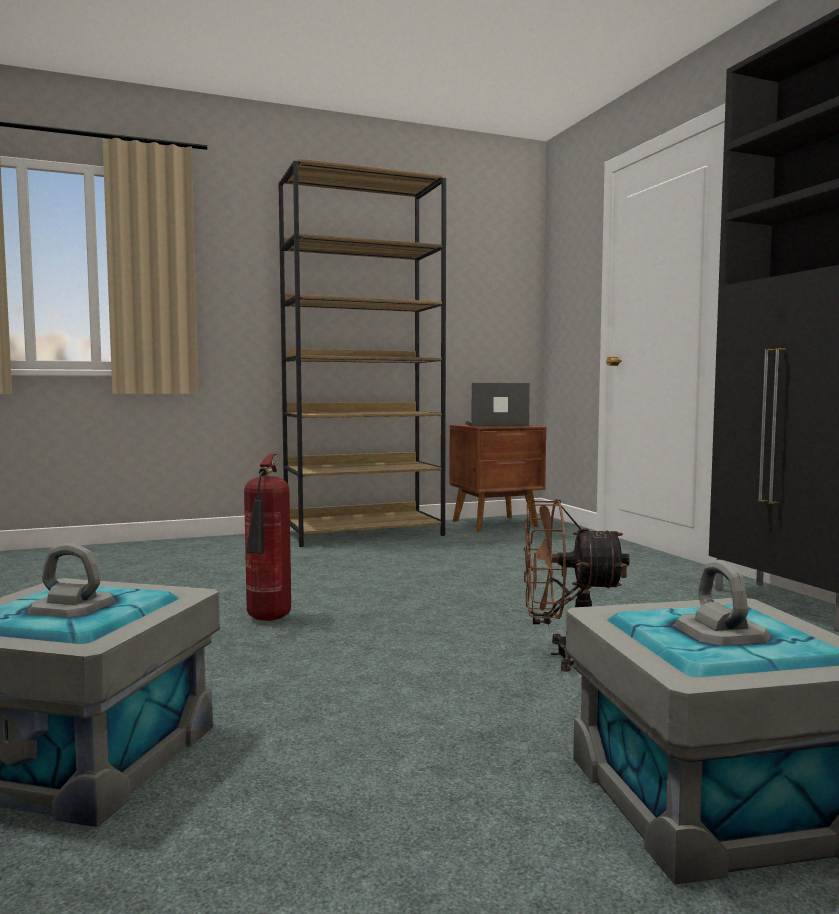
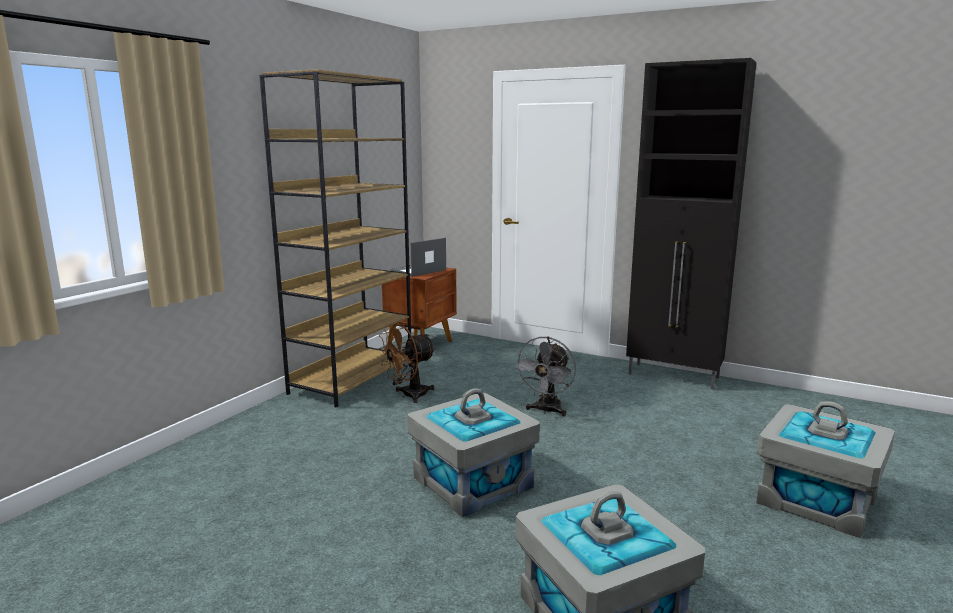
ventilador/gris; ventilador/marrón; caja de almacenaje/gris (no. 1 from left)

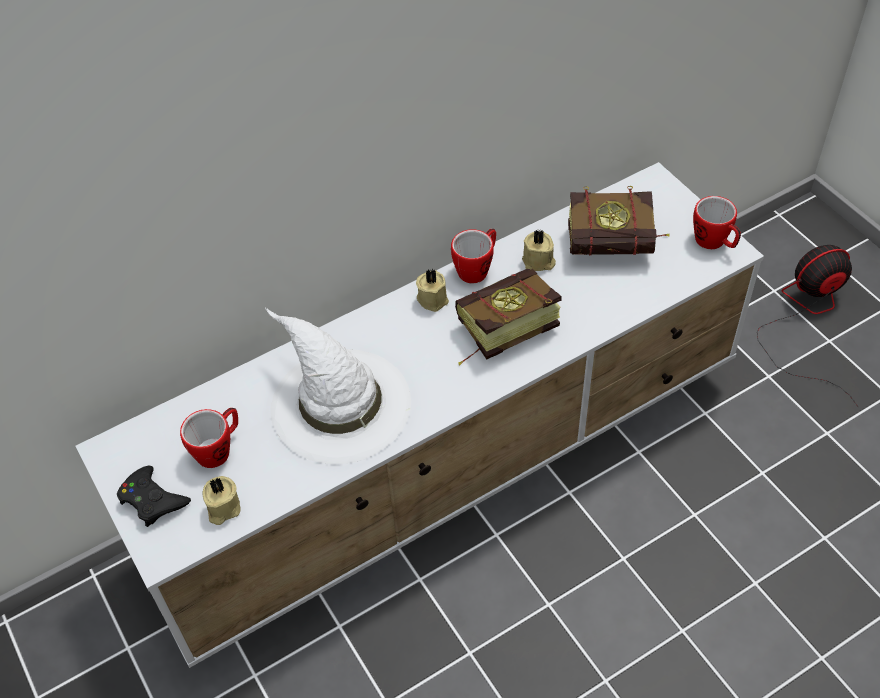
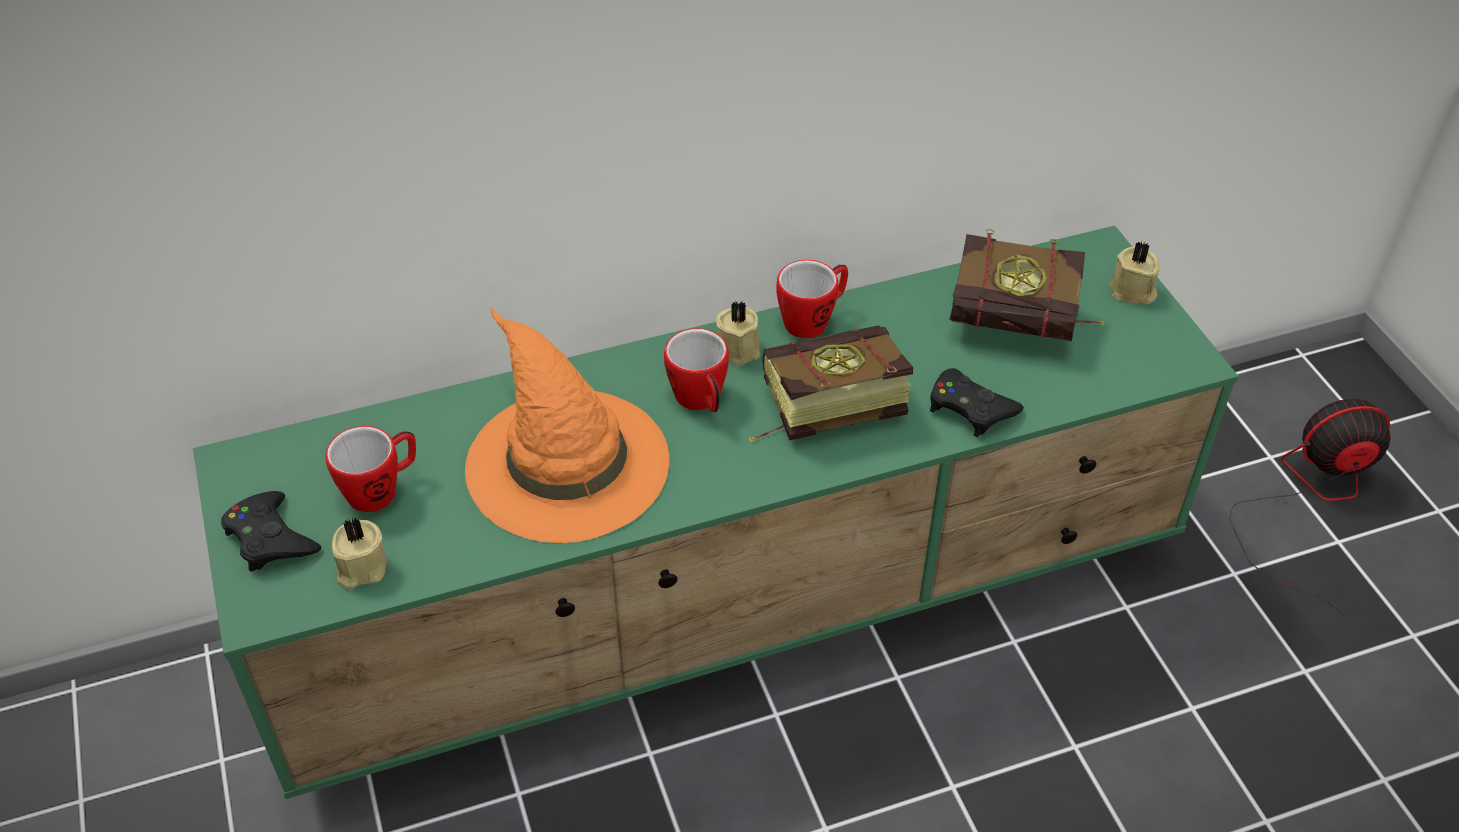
mando de consola/negro (no. 2 from left); vela/beis (no. 3 from left); taza grande (no. 2 from left); mueble de televisión/verde; sombrero/naranja

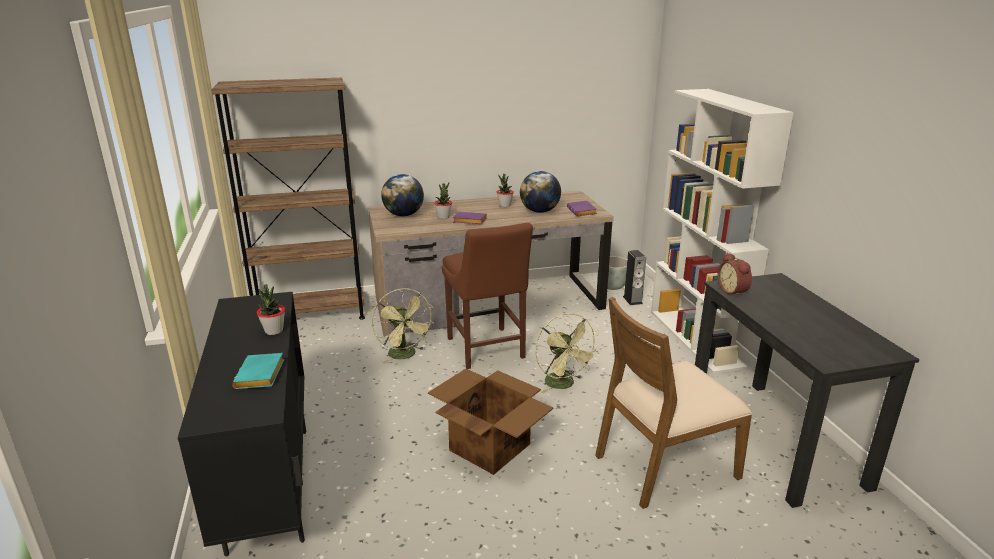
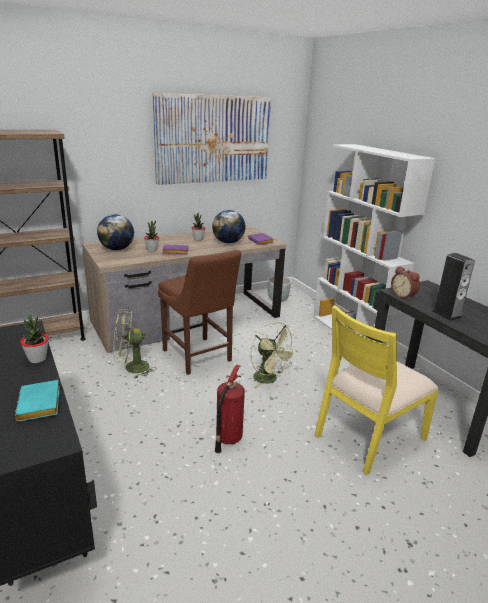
cuadro; altavoz; extintor; silla/amarillo; ventilador/verde (no. 1 from left)

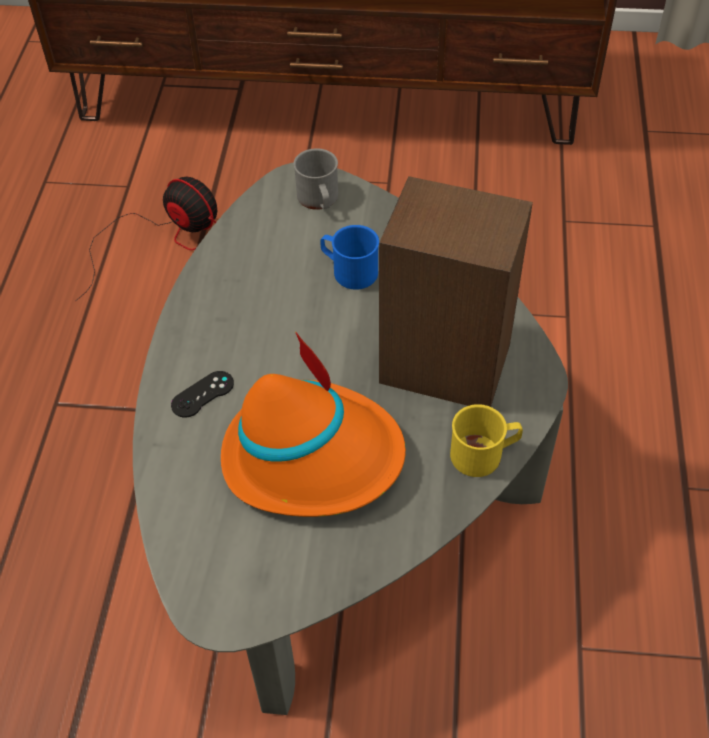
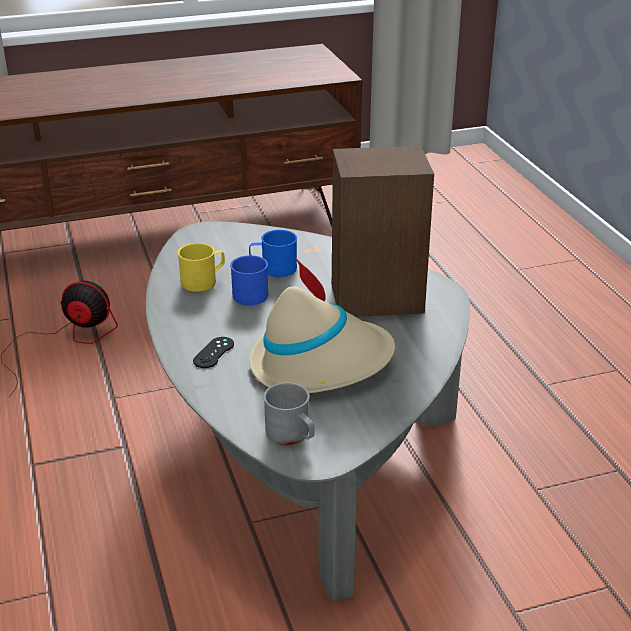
taza grande/azul (no. 1 from left); taza grande/gris; taza grande/amarillo; sombrero/beis

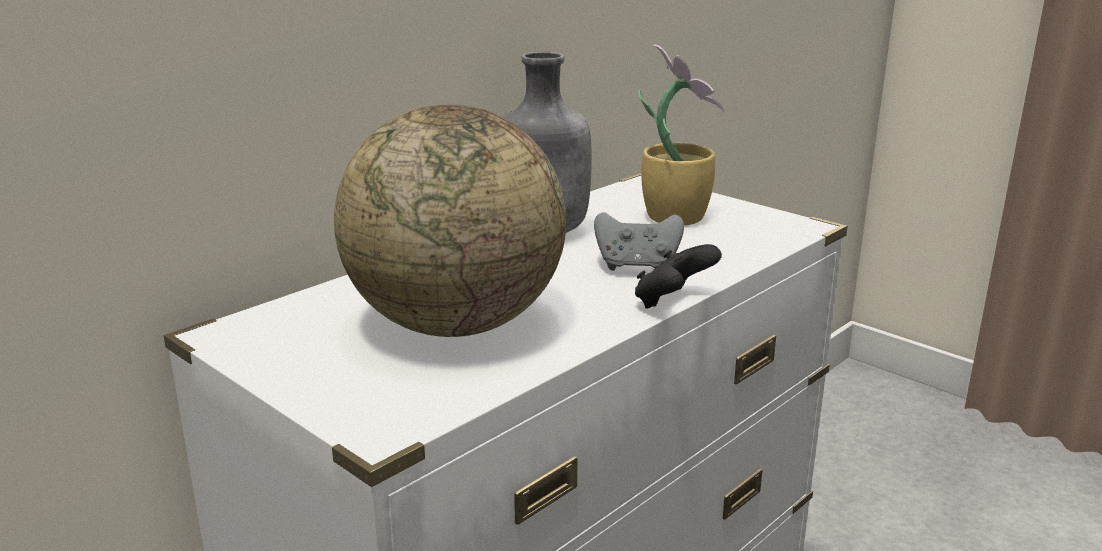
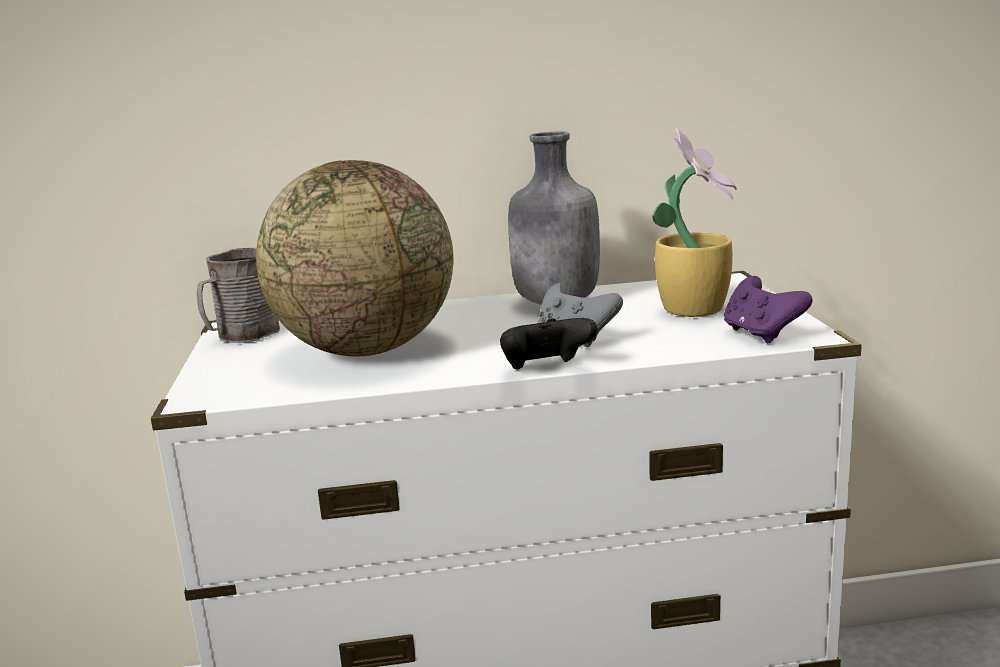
taza grande/gris; mando de consola/morado

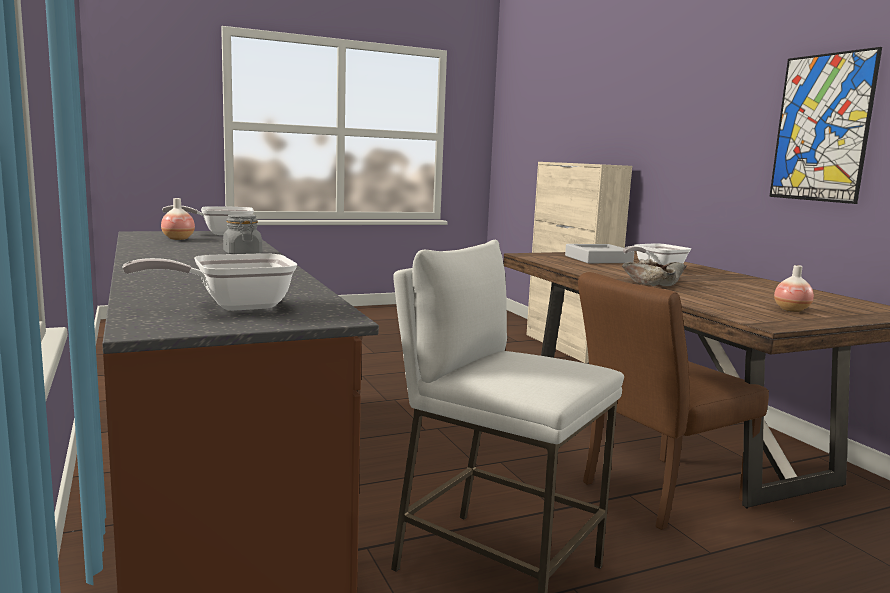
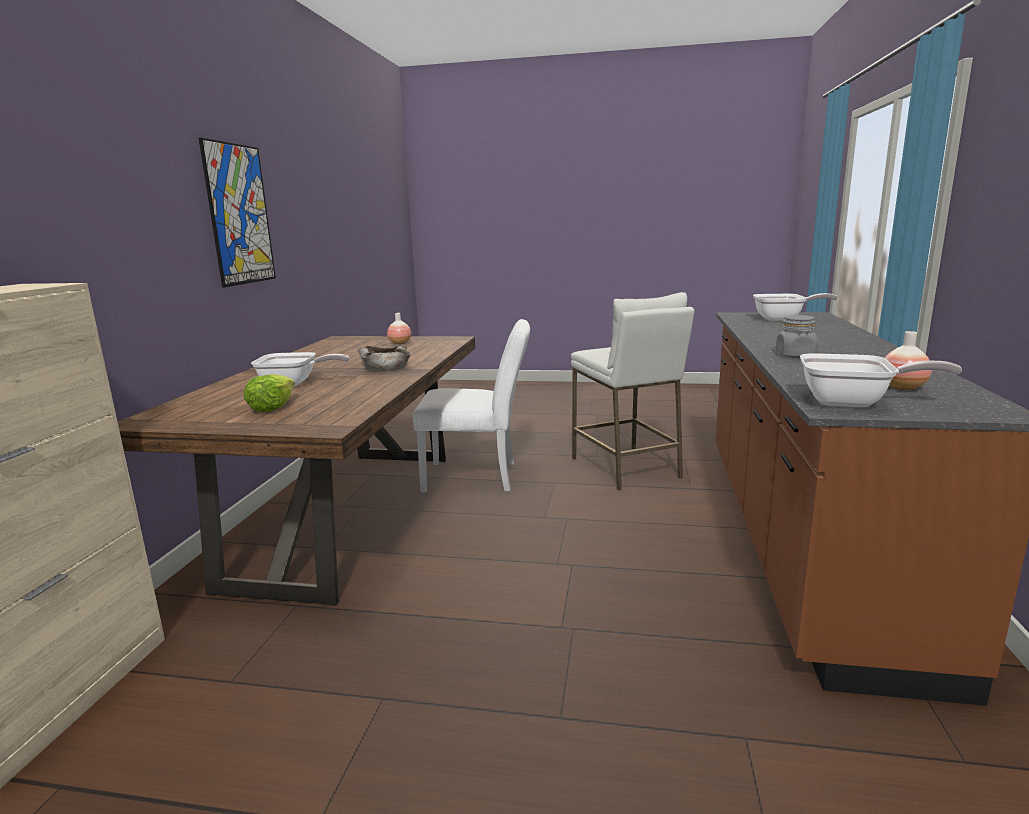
lechuga; silla/blanco

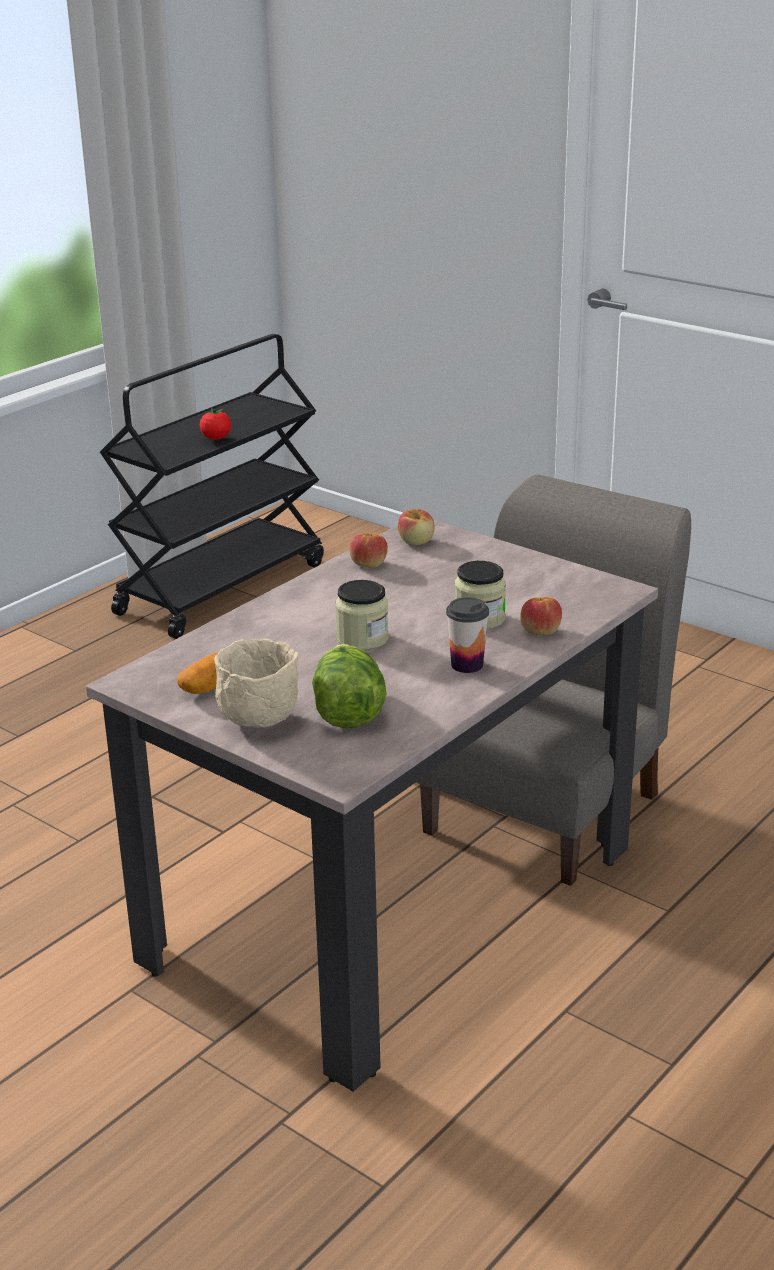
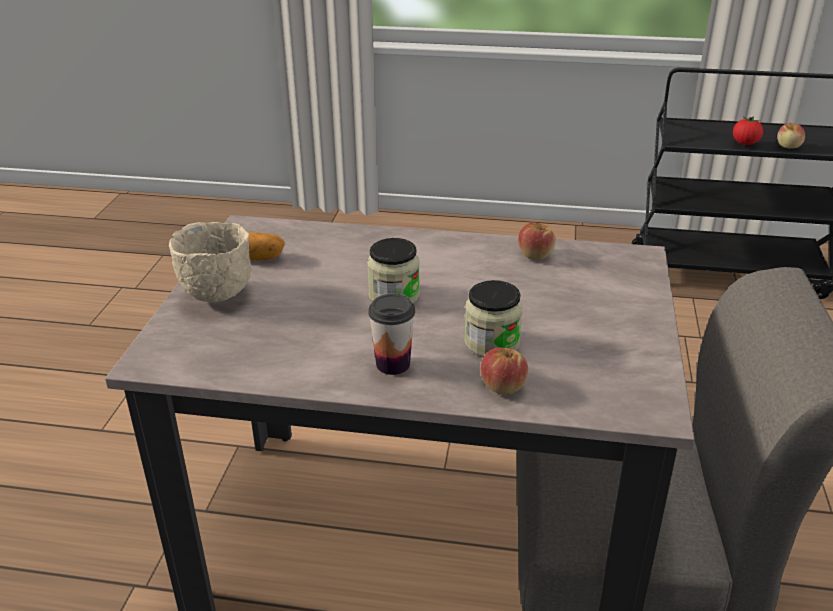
lechuga; manzana (no. 3 from left)

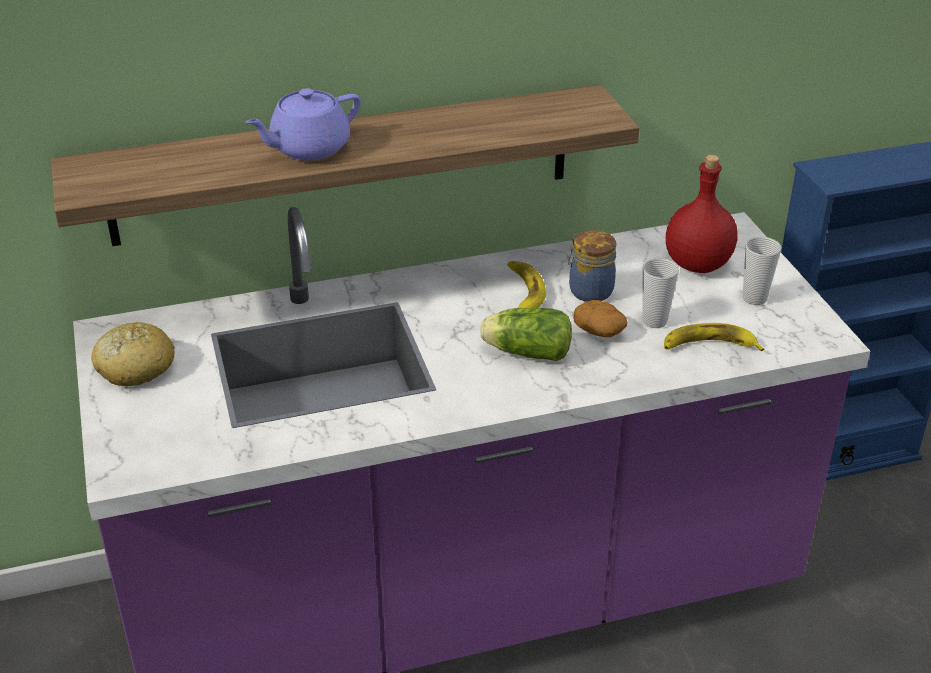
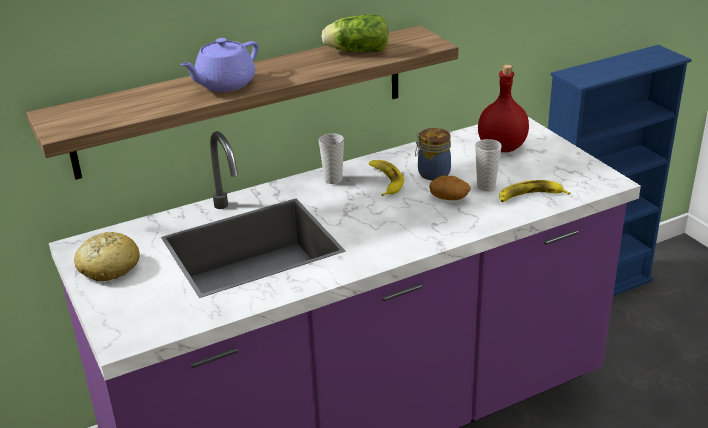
lechuga; taza (no. 1 from left)

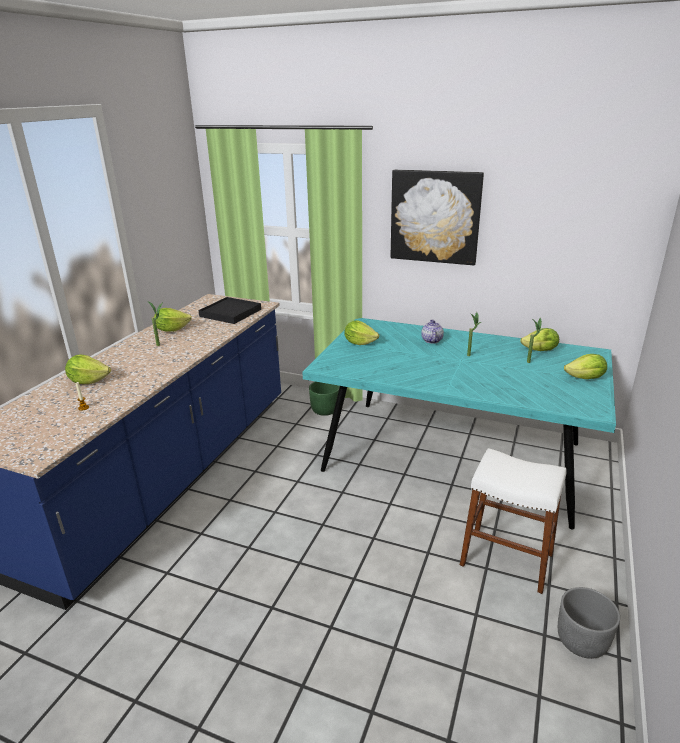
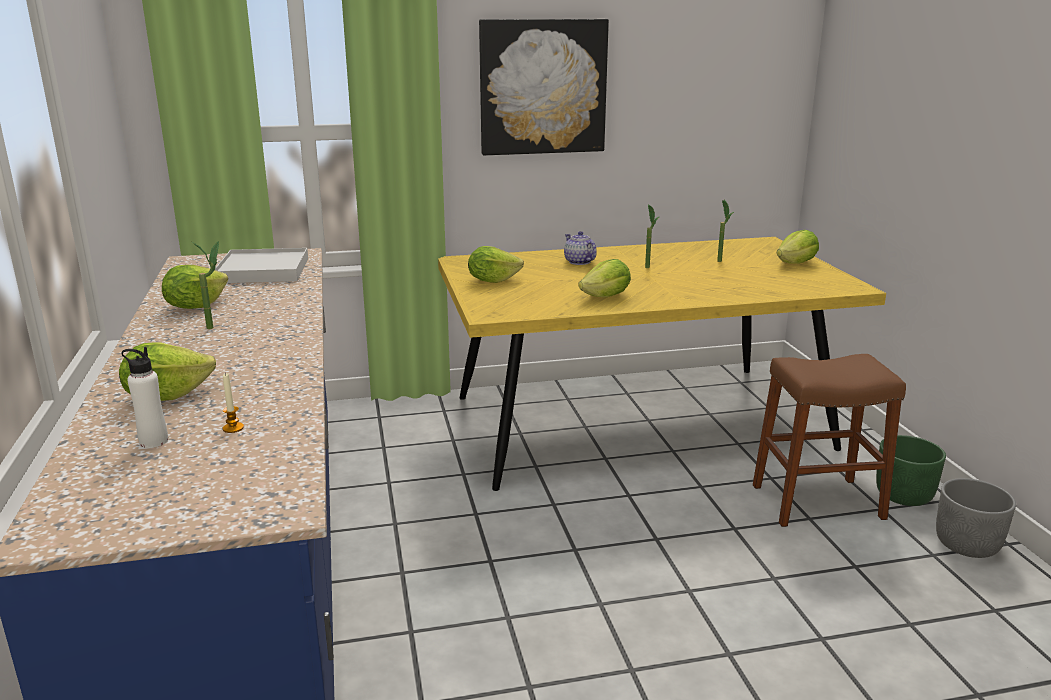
botella/blanco; maceta/verde; lechuga (no. 4 from left); bandeja/blanco; mesa de comedor/amarillo; taburete/marrón

